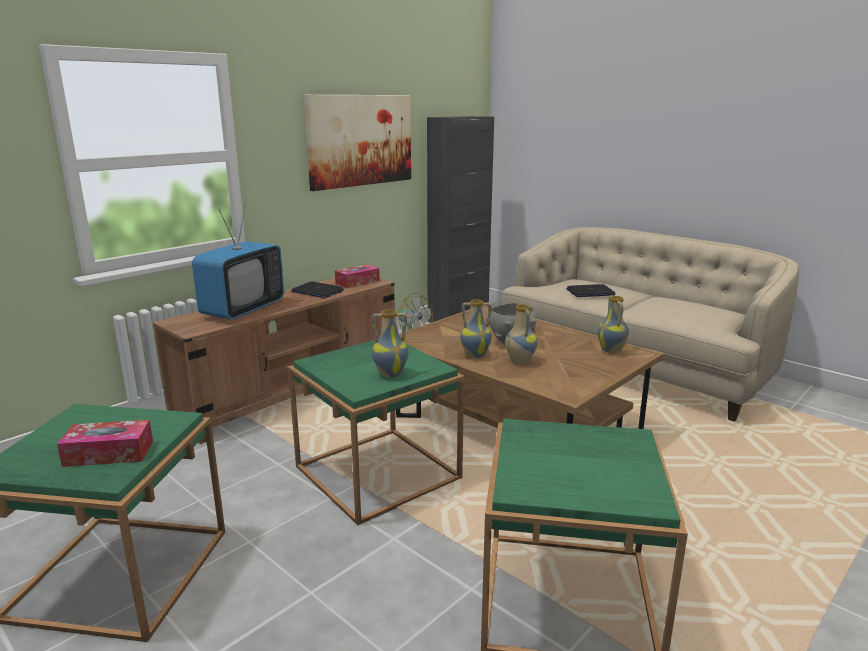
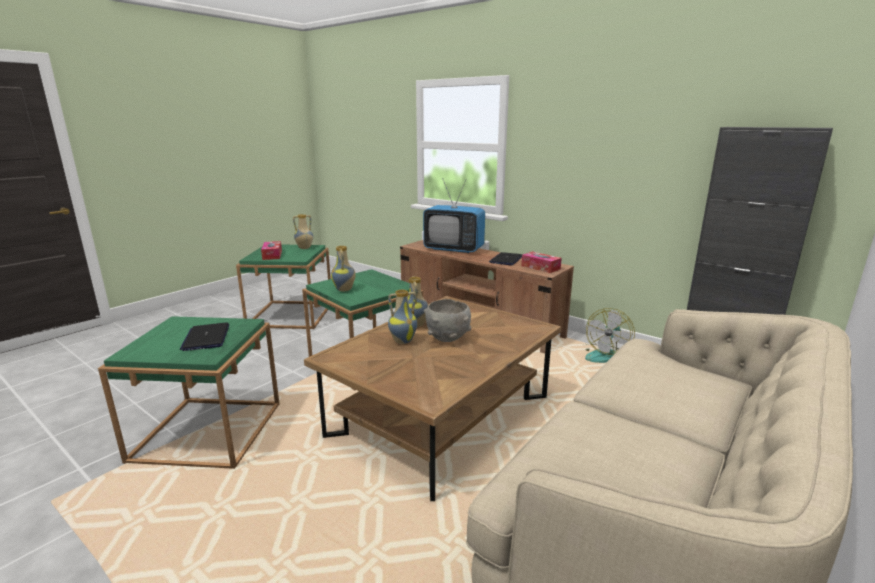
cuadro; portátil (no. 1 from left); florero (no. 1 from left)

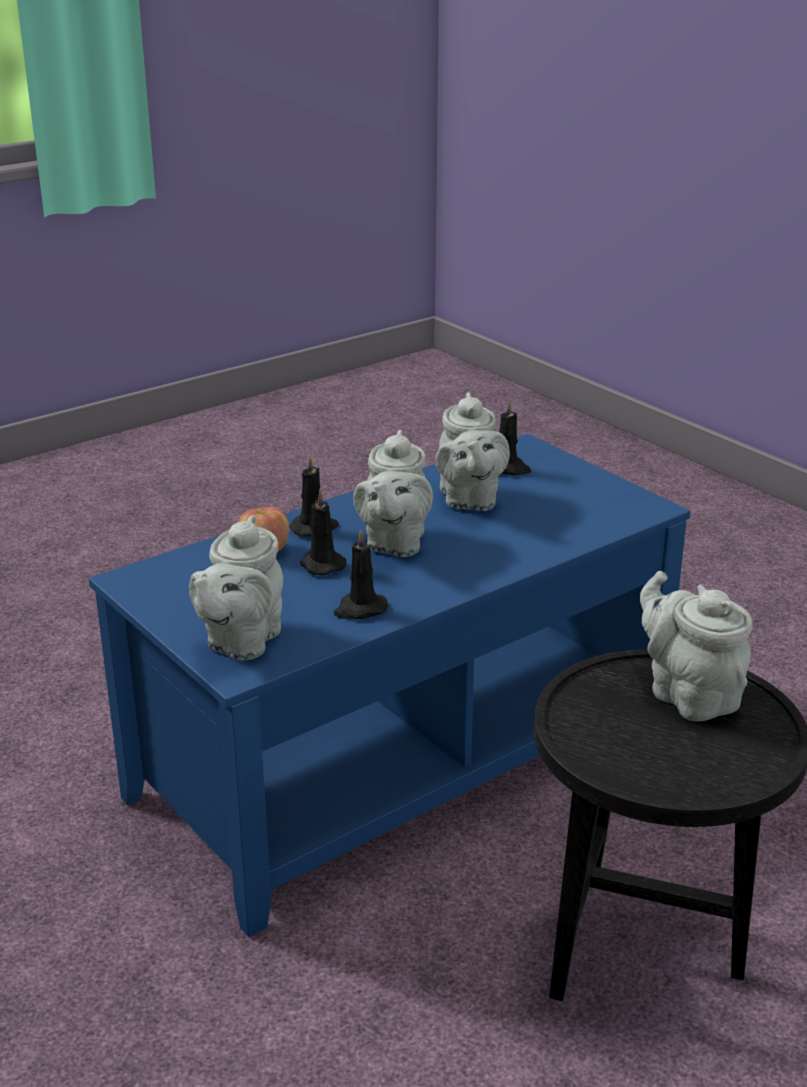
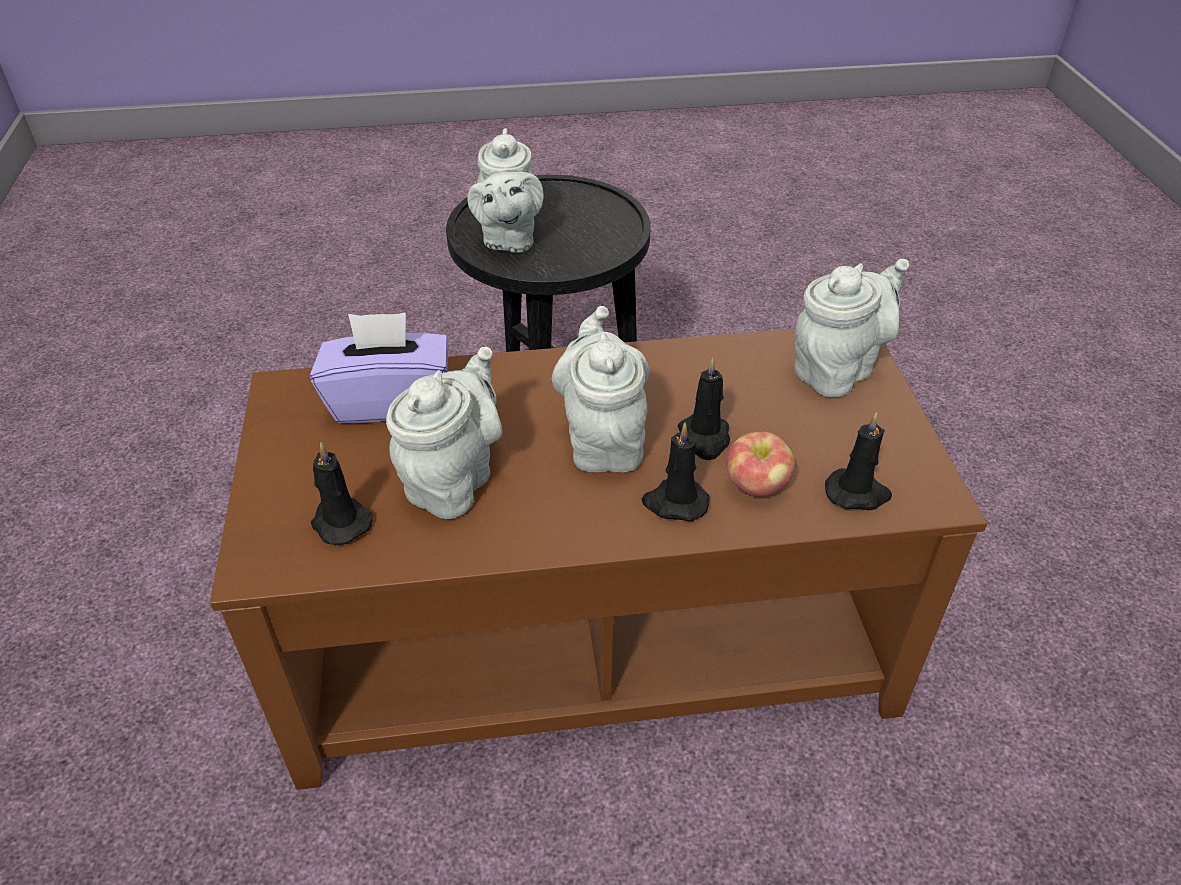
caja de pañuelos/morado; vela/negro (no. 4 from left); mesa de centro/marrón; tetera/gris (no. 3 from left)

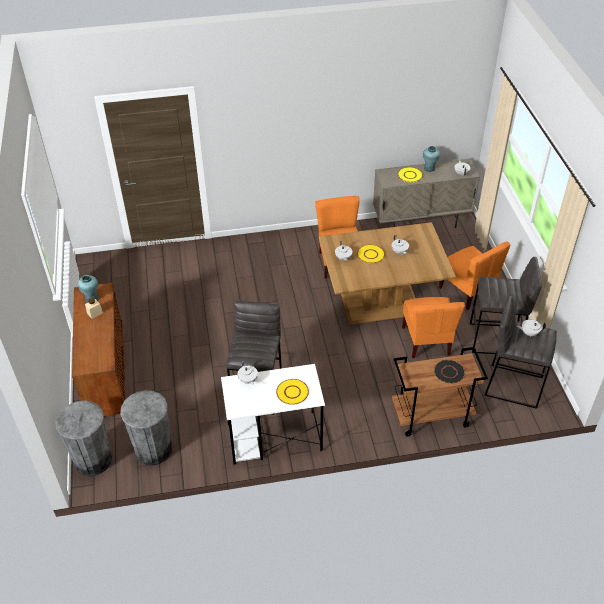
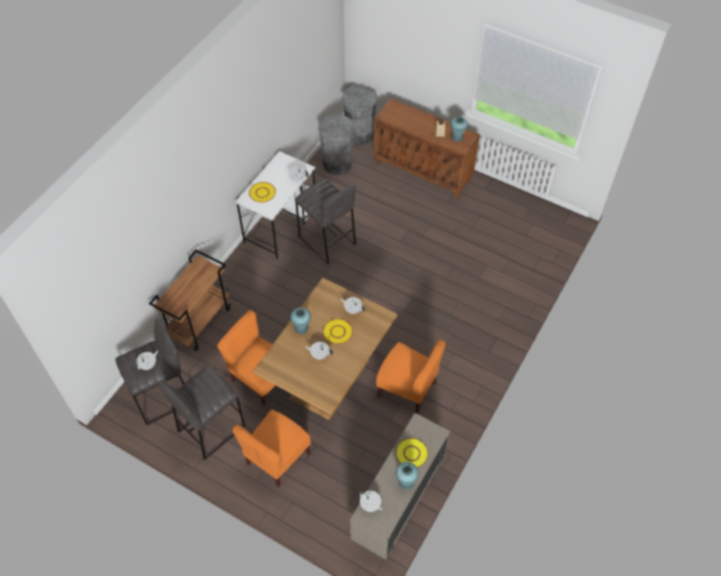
plato/negro; florero/turquesa (no. 1 from left); silla/naranja (no. 2 from left)

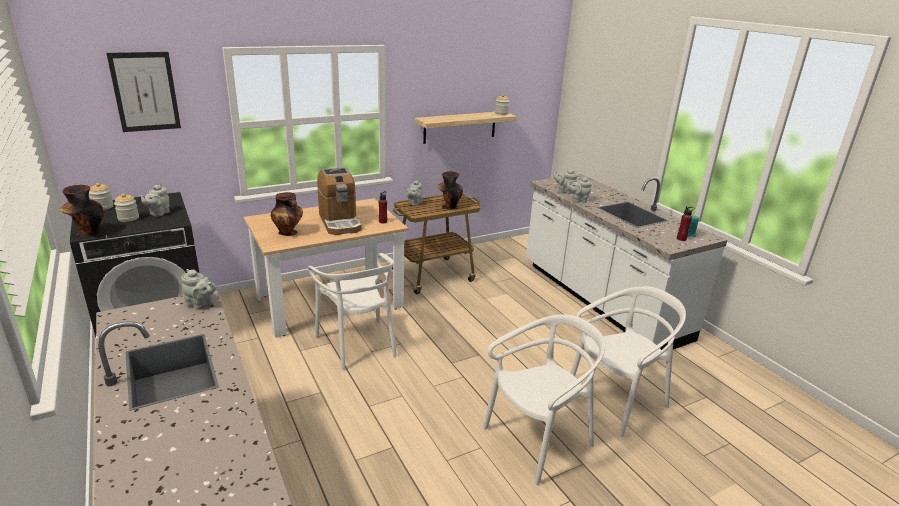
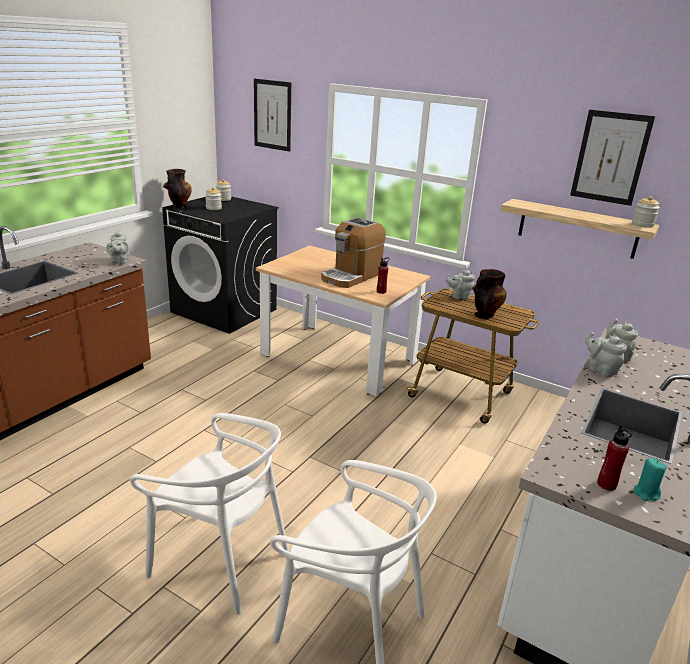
tetera/gris (no. 1 from left in the first image); florero (no. 2 from left in the first image); silla/blanco (no. 1 from left in the first image); cuadro (no. 2 from left)

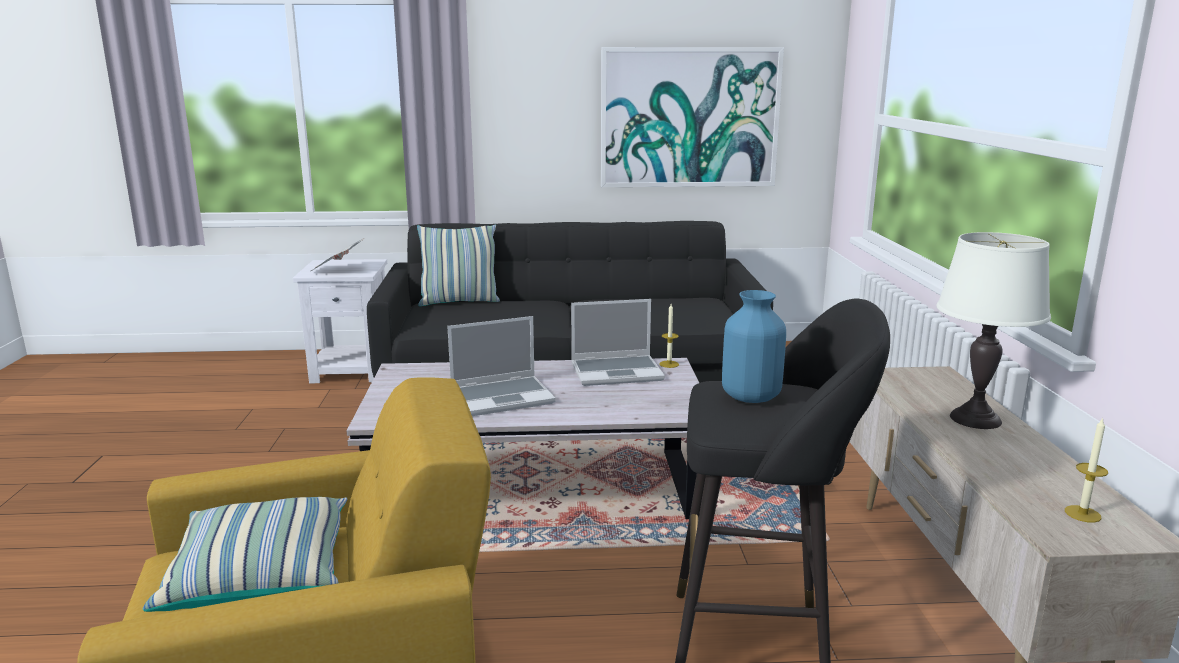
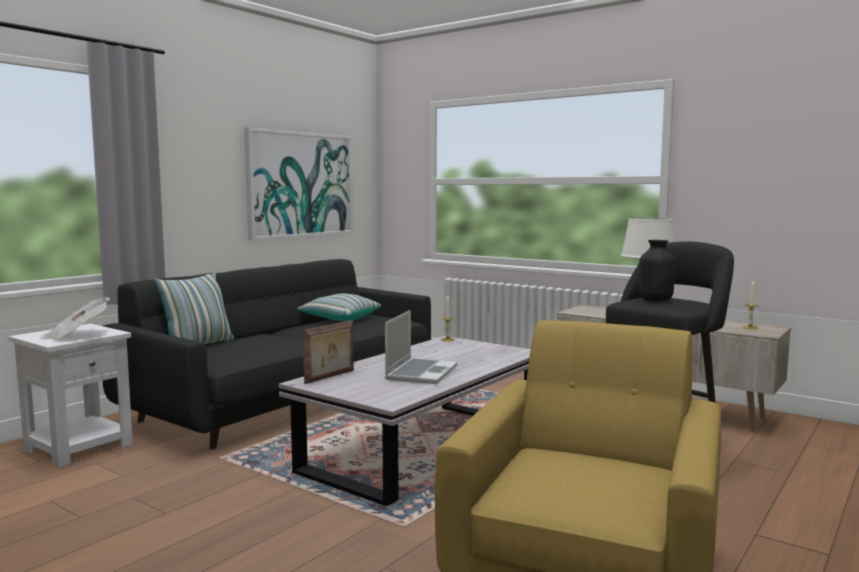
portátil (no. 2 from left in the first image); portarretratos; cojín (no. 2 from left); florero/negro

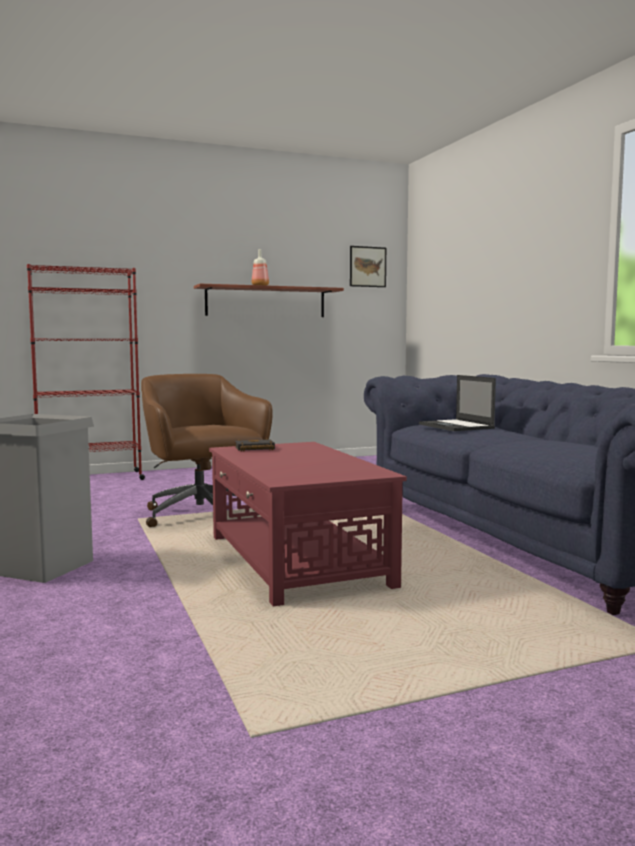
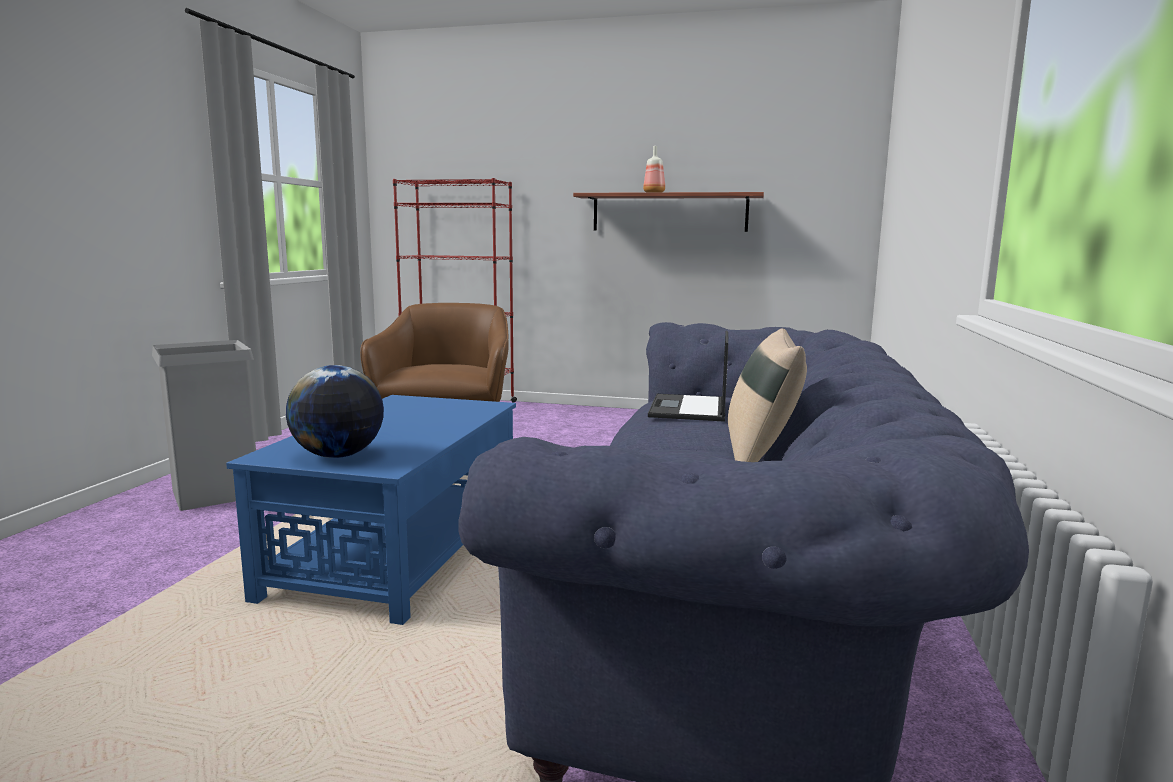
libro/negro; cuadro; globo terráqueo; cojín/beis; mesa de centro/azul

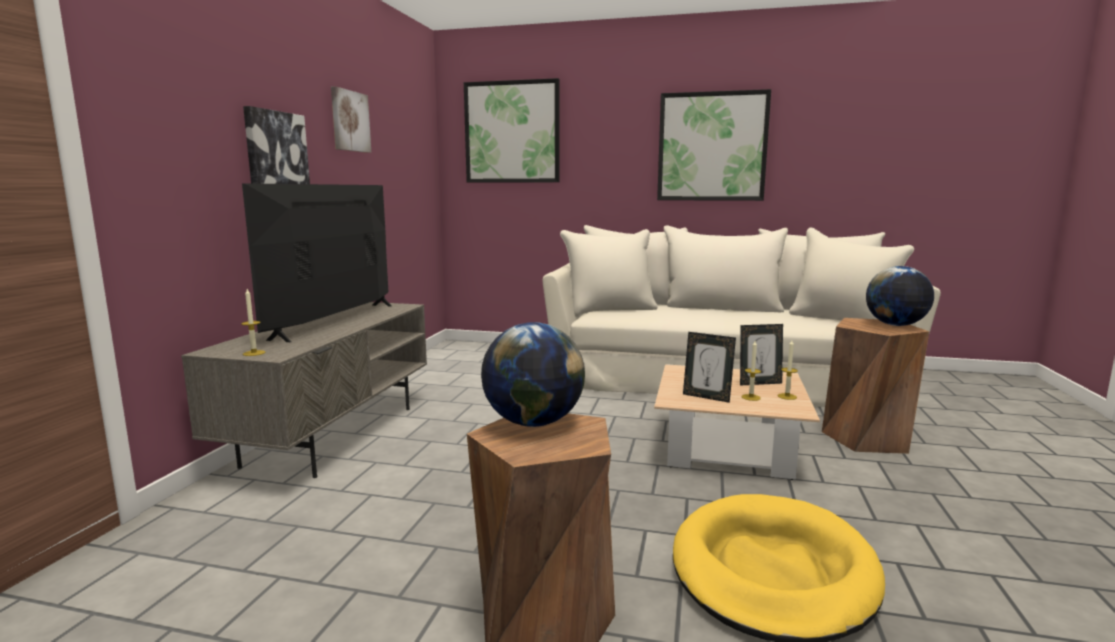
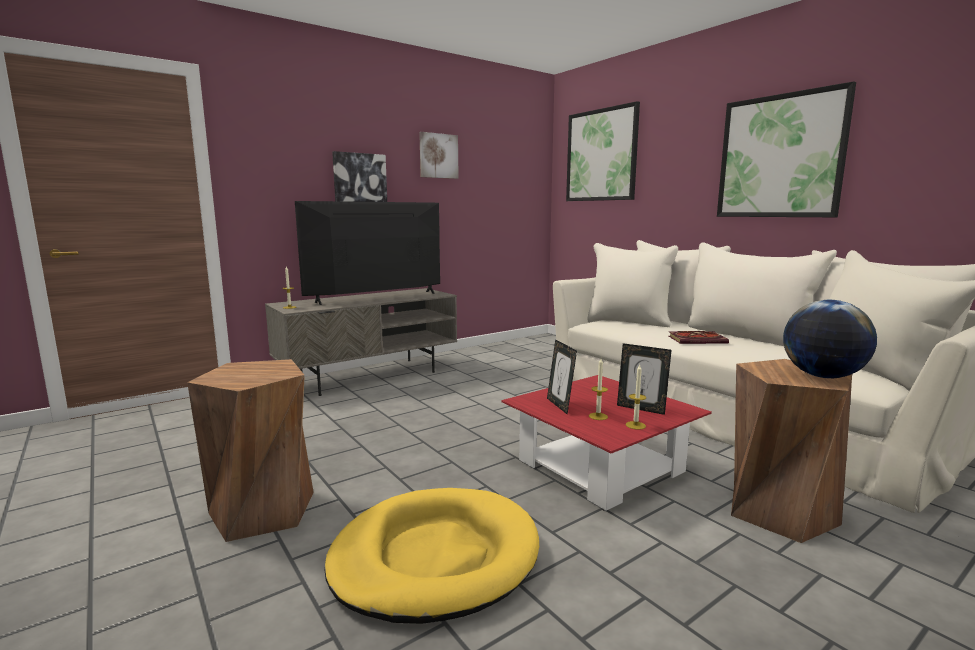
globo terráqueo (no. 1 from left in the first image); libro; mesa de centro/rojo

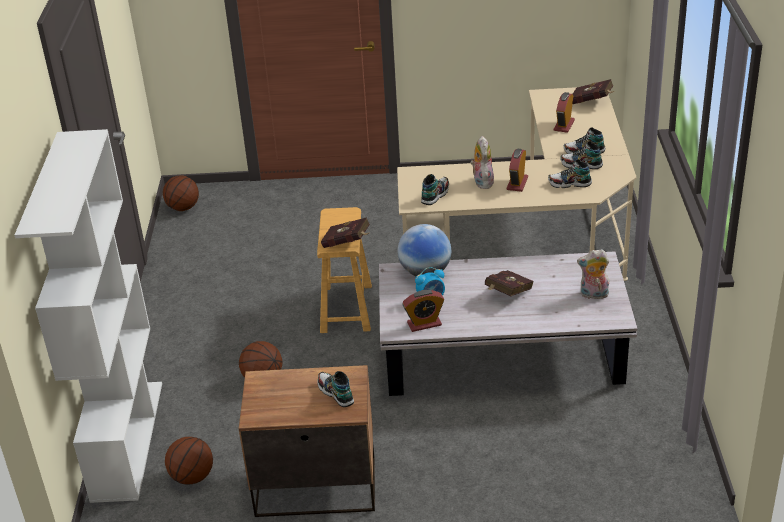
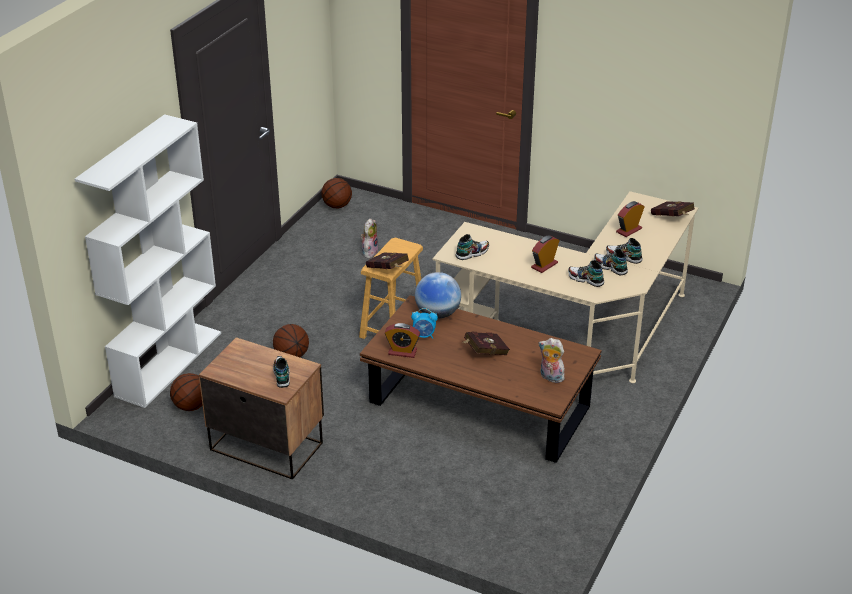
peluche (no. 1 from left); mesa de centro/marrón

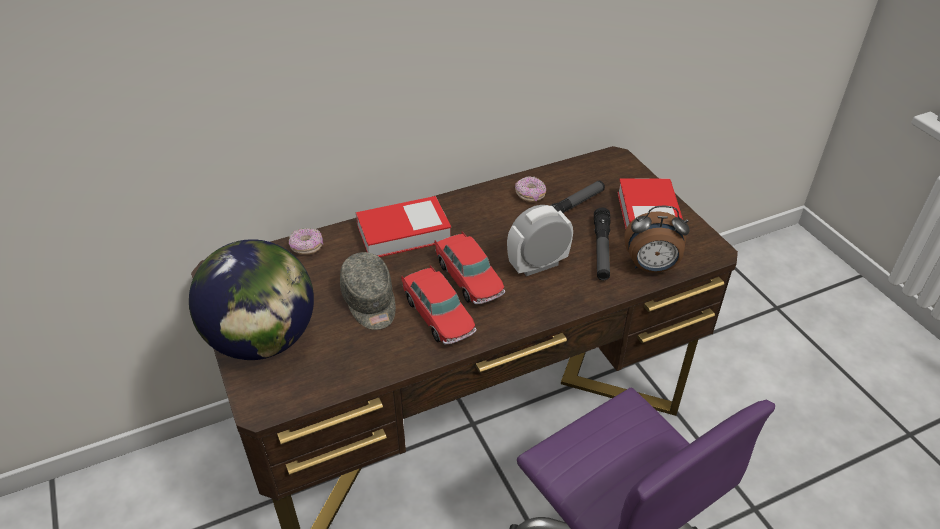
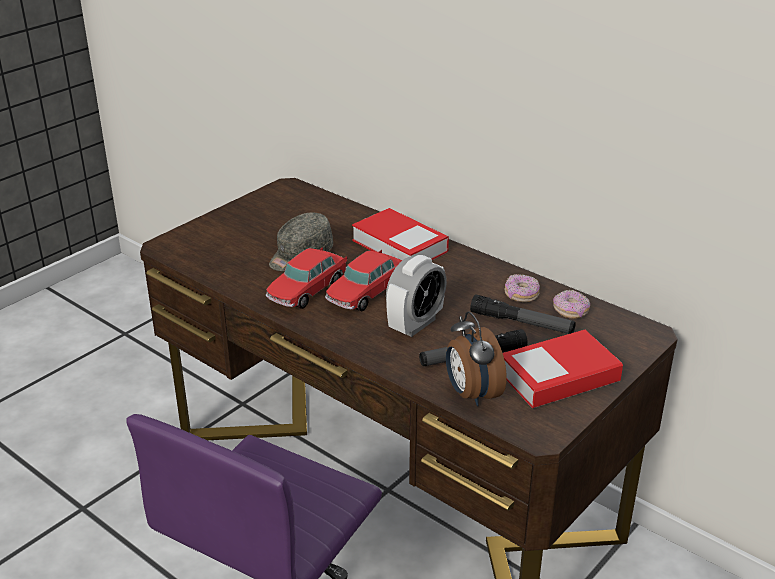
globo terráqueo; rosquilla (no. 2 from left); despertador (no. 1 from left)

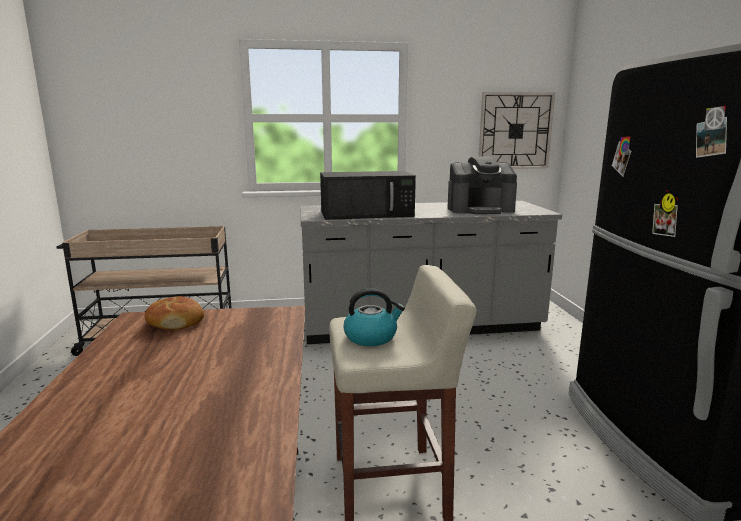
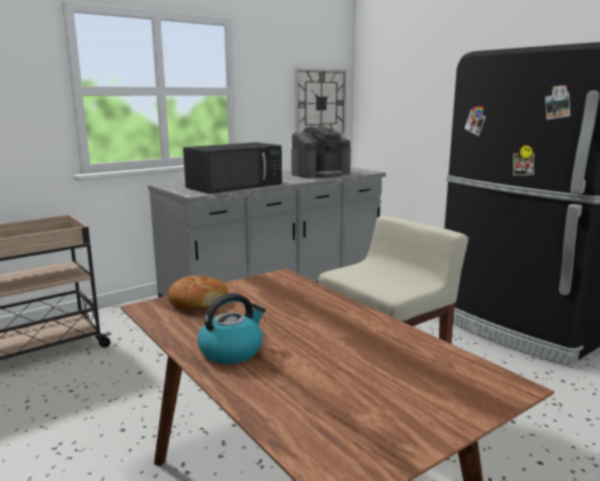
hervidor

